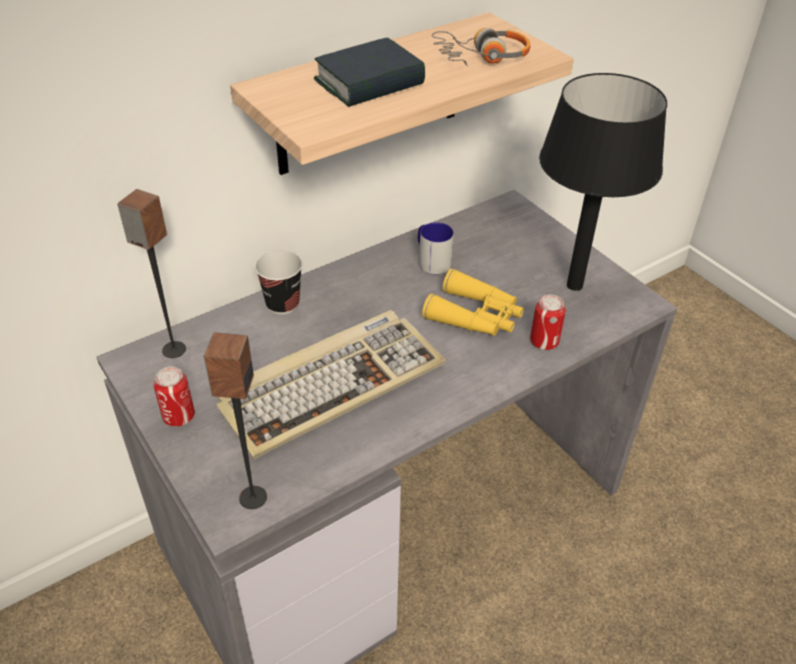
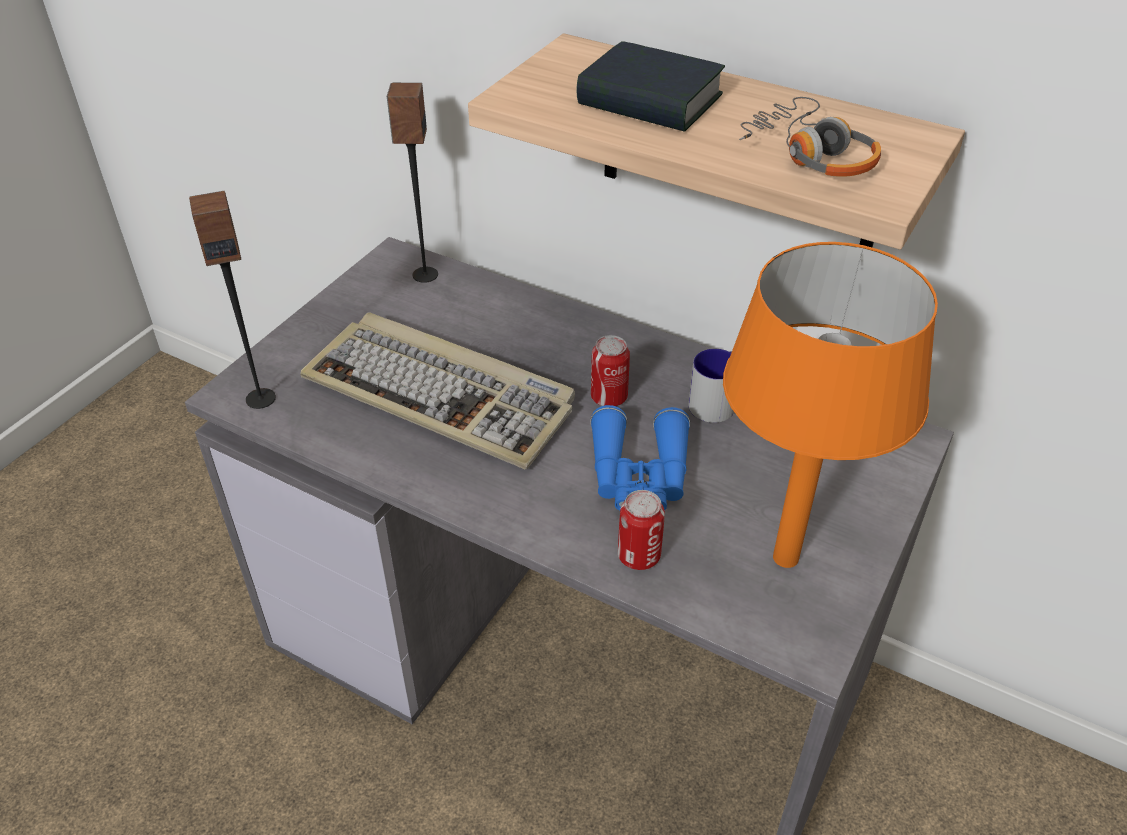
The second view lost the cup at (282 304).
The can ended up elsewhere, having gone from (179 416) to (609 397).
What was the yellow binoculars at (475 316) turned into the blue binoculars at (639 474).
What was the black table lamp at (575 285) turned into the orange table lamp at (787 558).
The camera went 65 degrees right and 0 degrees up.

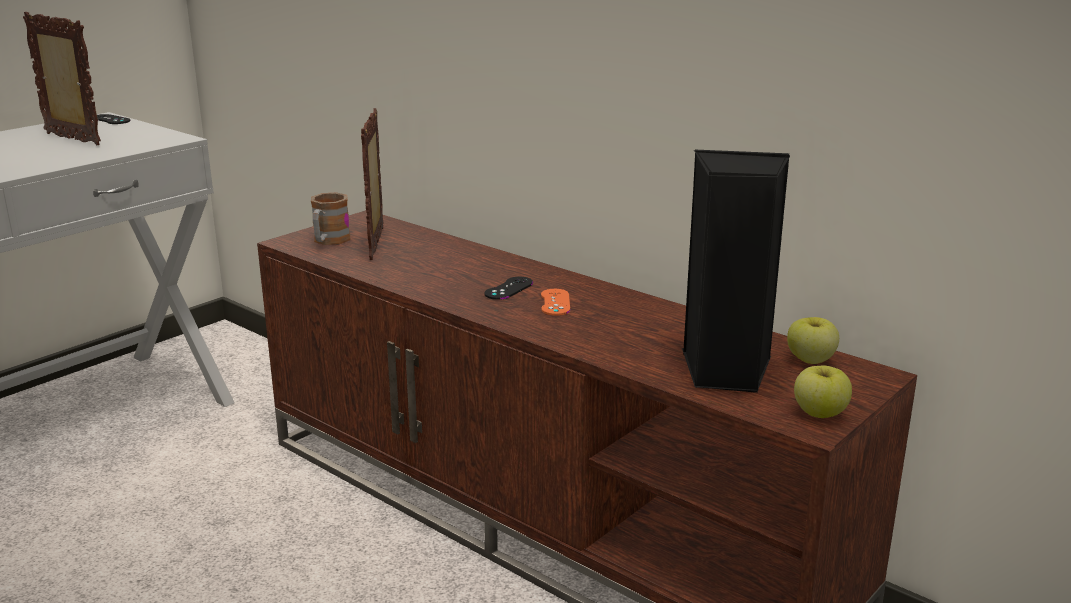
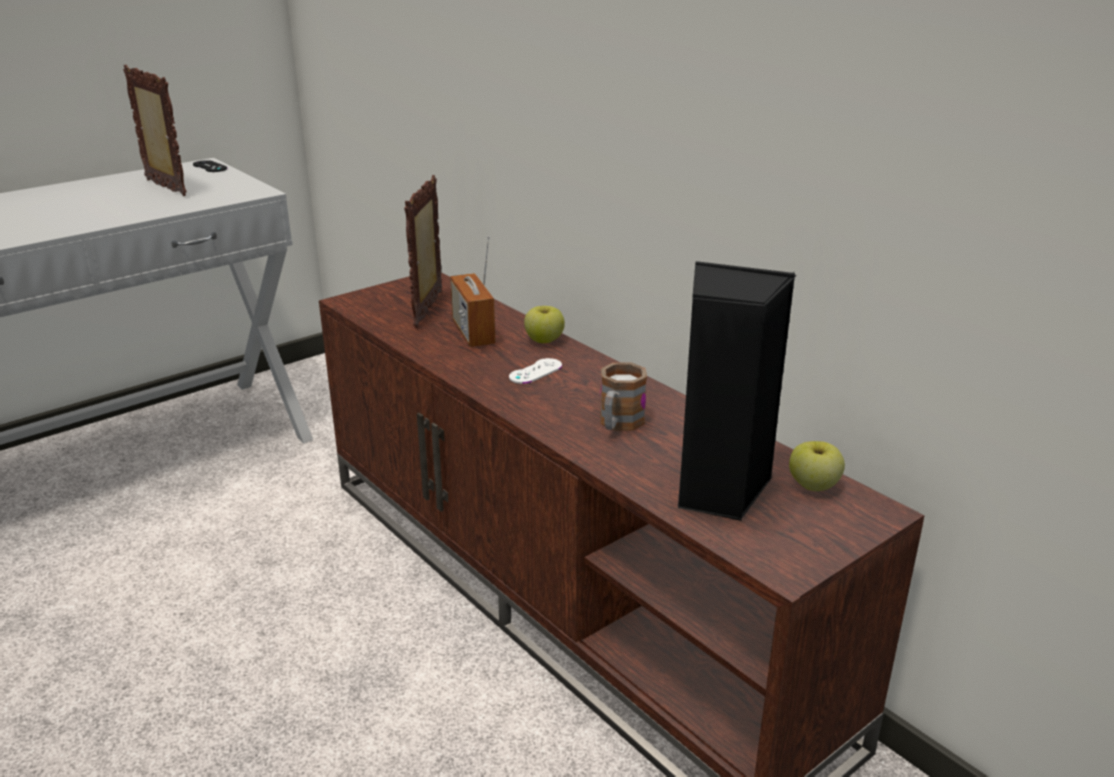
The second view lost the orange game controller at (555 302).
The second view gained the radio at (473 333).
The mug ended up elsewhere, having gone from (329 241) to (618 424).
The apple ended up elsewhere, having gone from (820 413) to (544 340).
What was the black game controller at (509 288) turned into the white game controller at (535 371).
The camera went 10 degrees right and 5 degrees up.

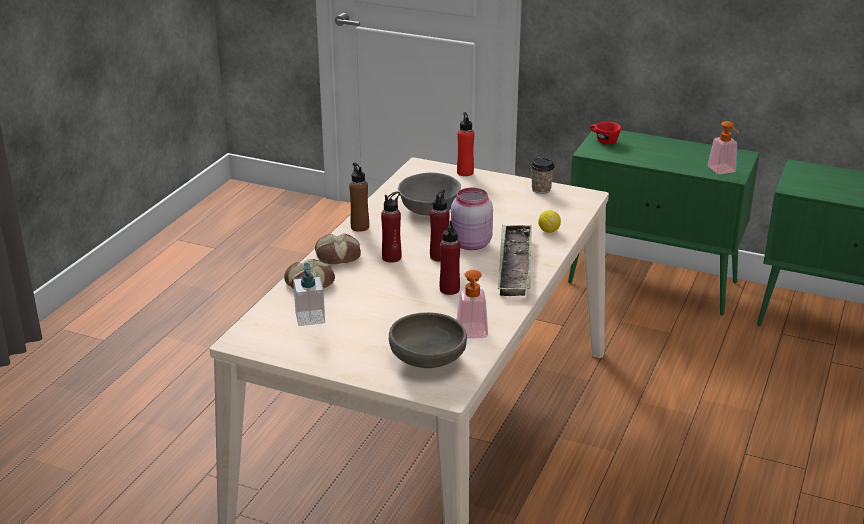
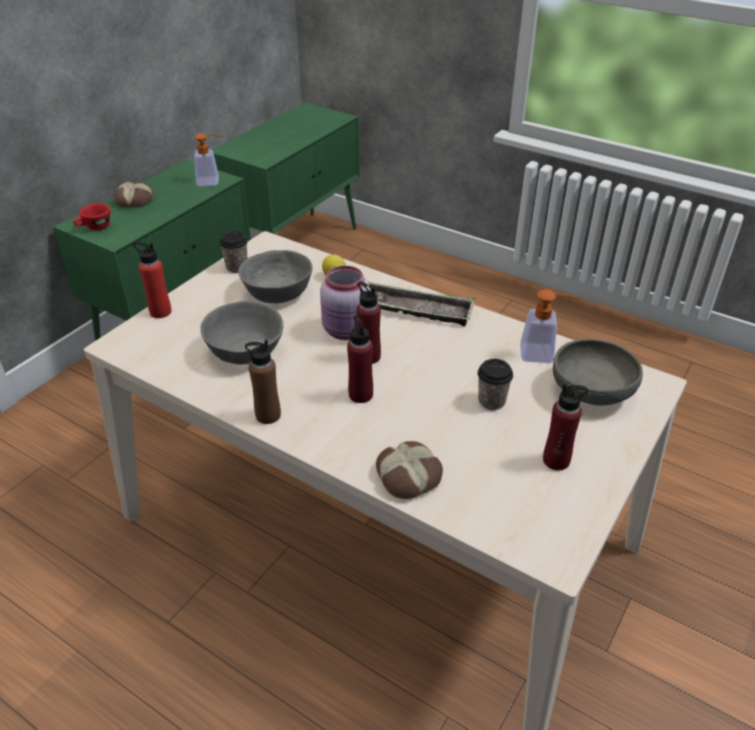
The second view lost the soap dispenser at (310 318).
The second view gained the grey bowl at (277 293).
The second view gained the cup at (491 401).
The bread ended up elsewhere, having gone from (338 256) to (135 200).
The red bottle ended up elsewhere, having gone from (449 289) to (556 460).
The camera went 80 degrees left and 10 degrees up.

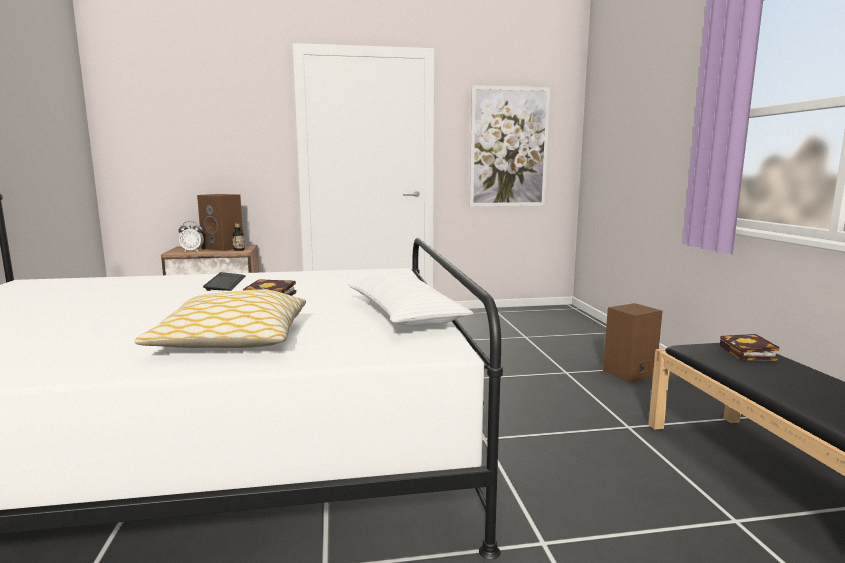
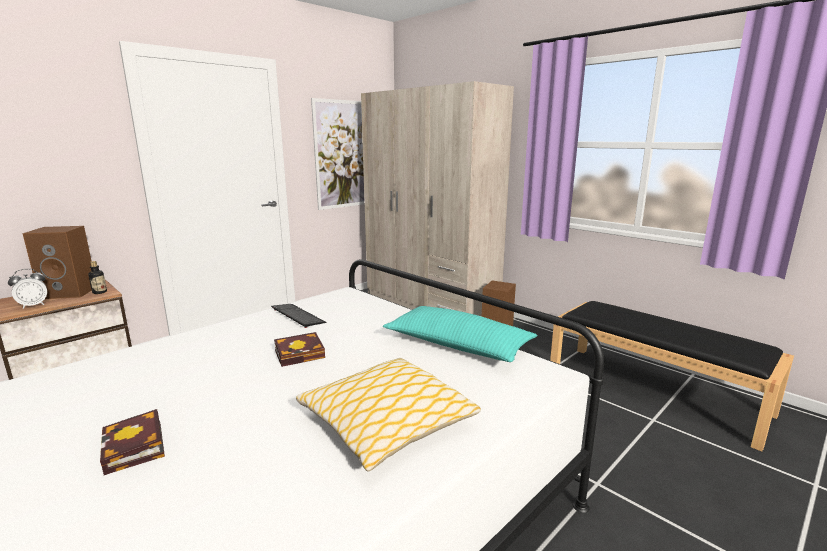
The second view gained the beige wardrobe at (430 304).
The keyboard ended up elsewhere, having gone from (225 283) to (297 316).
The book ended up elsewhere, having gone from (749 353) to (136 449).
What was the white pillow at (403 315) turned into the turquoise pillow at (457 345).
The camera went 35 degrees left and 5 degrees up.

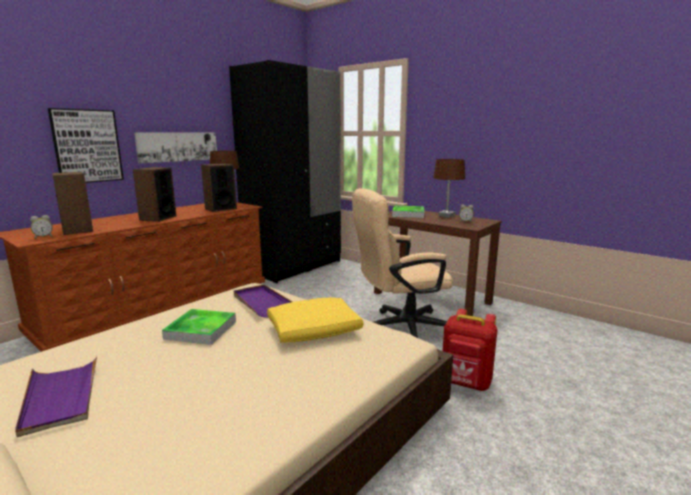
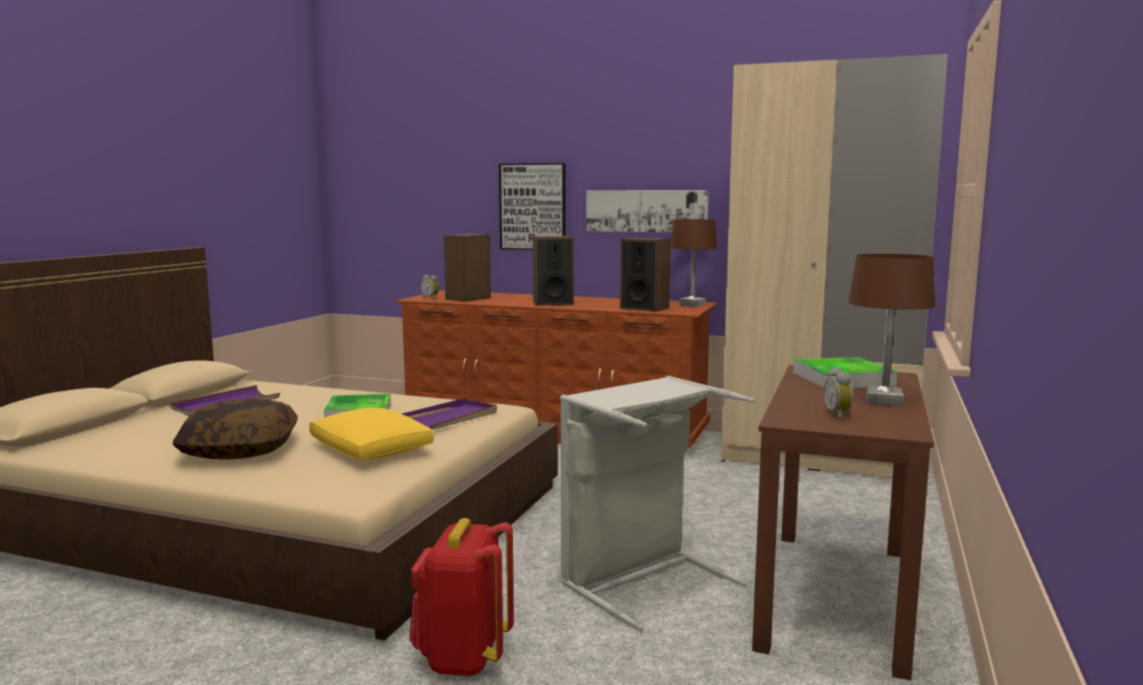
The second view gained the pillow at (240 450).
Where the beige office chair stood at (400 327), the grey laundry basket came to stand at (640 579).
What was the black wardrobe at (294 266) turned into the beige wardrobe at (817 456).
The camera went 70 degrees right and 5 degrees down.

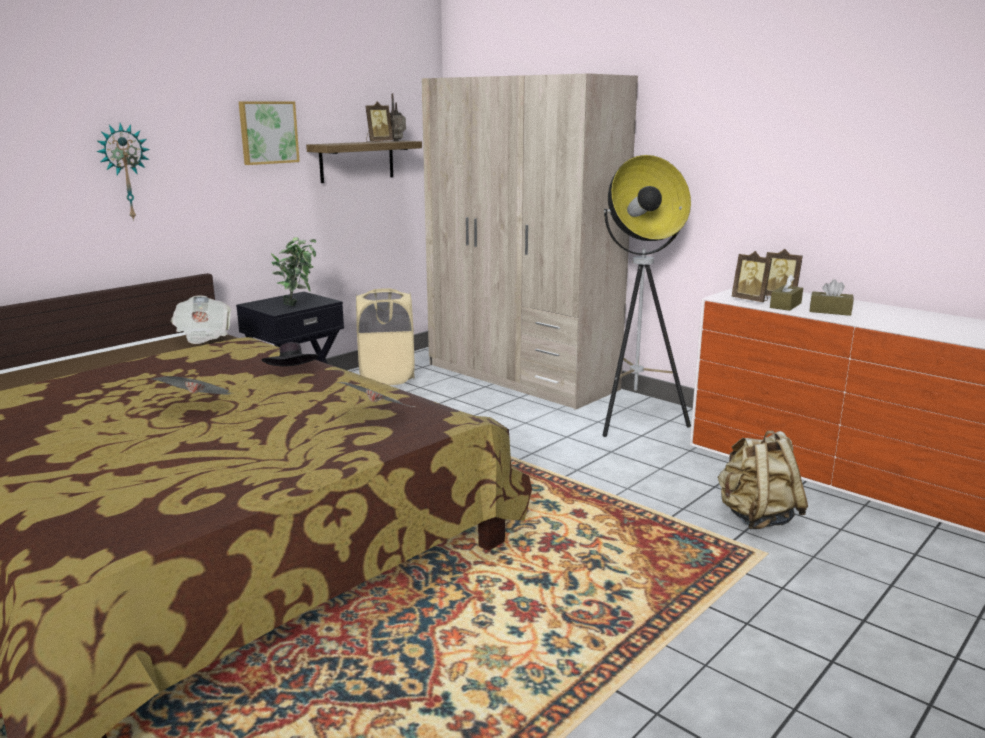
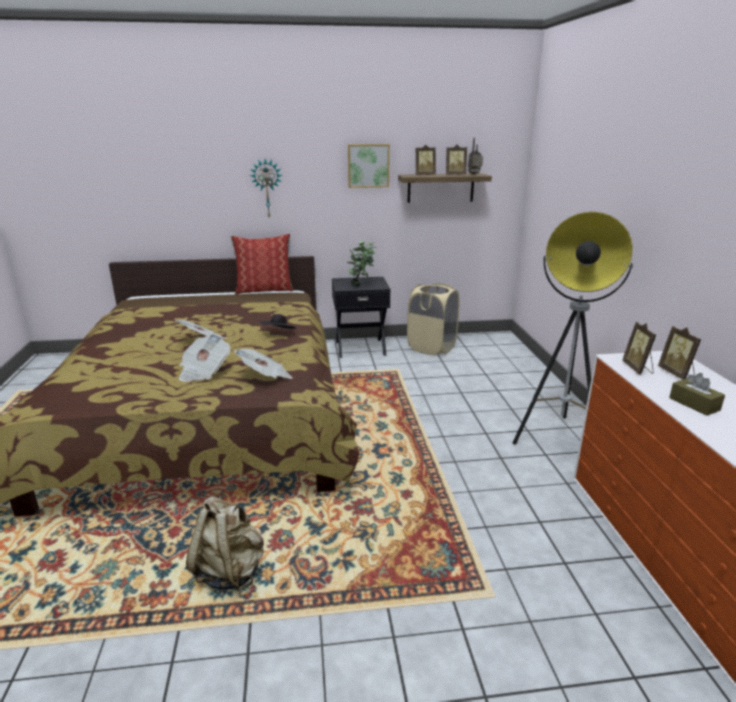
The second view lost the beige wardrobe at (520 377).
The second view lost the brown tissue box at (785 305).
The second view gained the pillow at (264 290).
The second view gained the picture frame at (424 175).
The newspaper ended up elsewhere, having gone from (203 335) to (204 371).
The beige backpack ended up elsewhere, having gone from (756 518) to (230 571).
The camera went 40 degrees right and 5 degrees up.

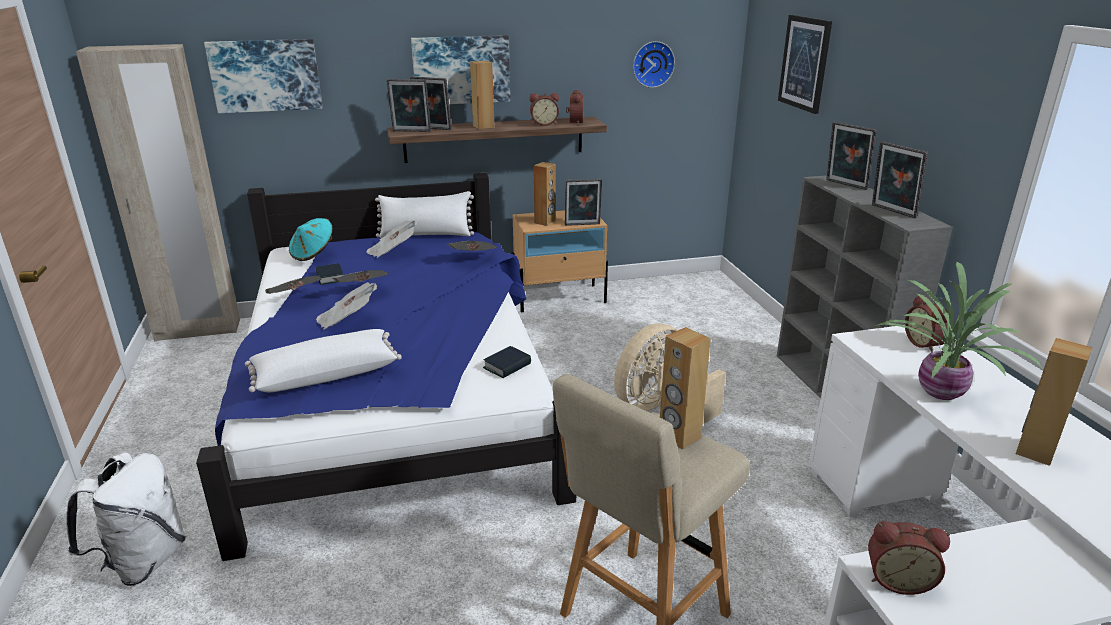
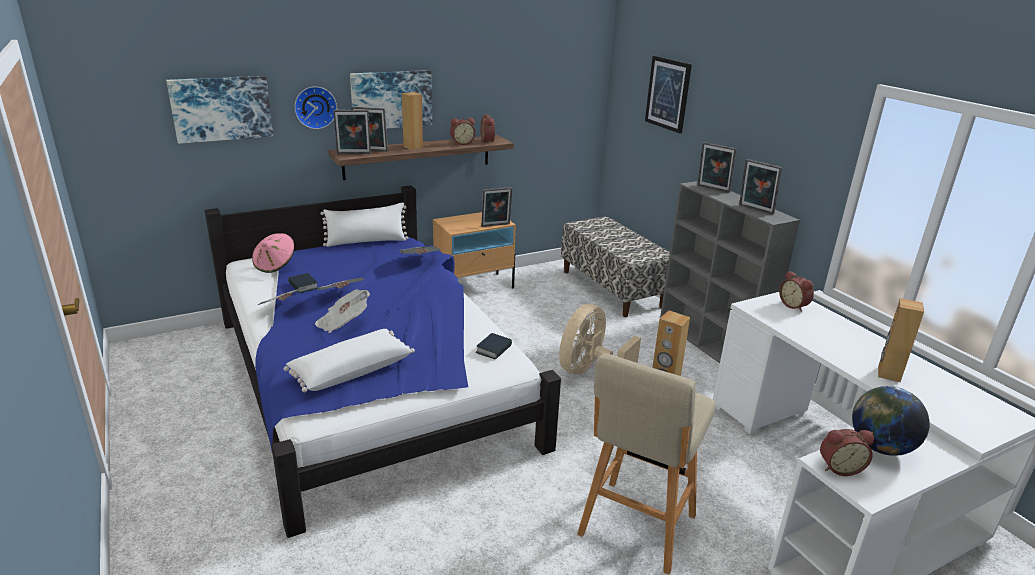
The second view lost the white backpack at (143 561).
The second view lost the beige wardrobe at (198 330).
The second view lost the newspaper at (392 252).
The second view lost the brown speaker at (545 222).
The second view lost the potted plant at (938 393).
The second view gained the bench at (612 289).
The second view gained the globe at (880 447).
The wall clock ended up elsewhere, having gone from (652 64) to (315 107).
What was the turquoise hat at (313 254) turned into the pink hat at (275 265).
The camera went 15 degrees left and 0 degrees up.

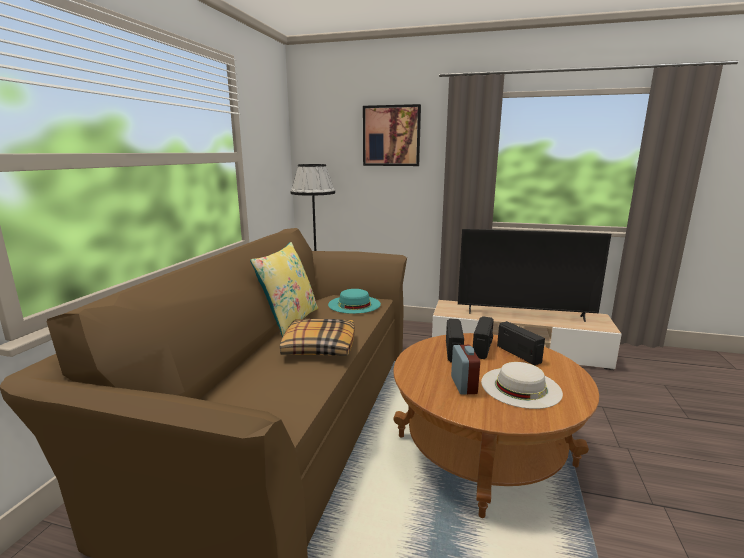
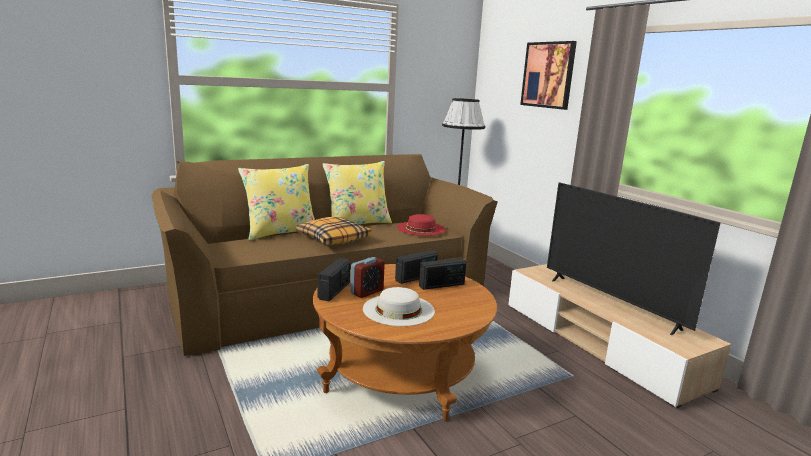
The second view gained the yellow pillow at (280 232).
The radio ended up elsewhere, having gone from (519 354) to (334 291).
What was the turquoise hat at (354 304) turned into the red hat at (421 228).
The camera went 45 degrees right and 0 degrees up.

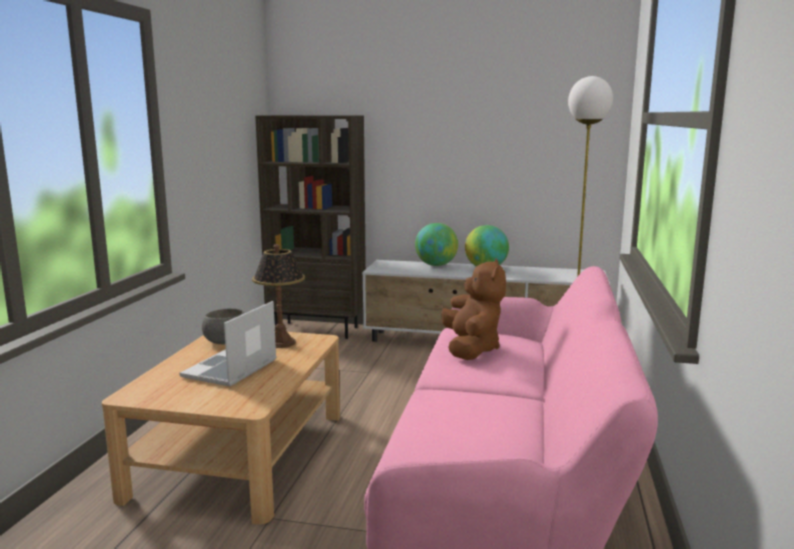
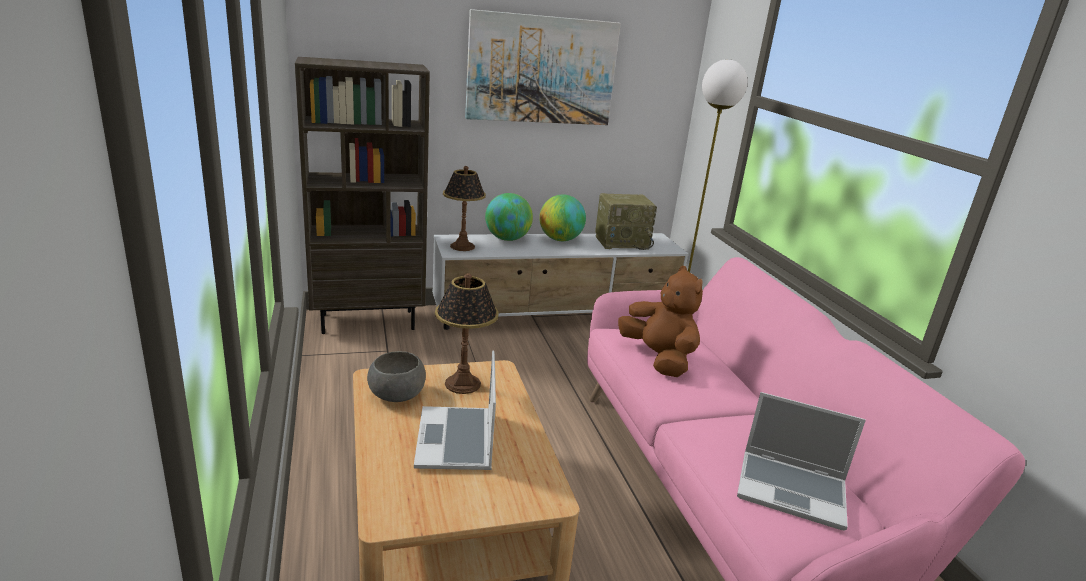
The second view gained the table lamp at (462 246).
The second view gained the picture at (542 70).
The second view gained the radio at (622 242).
The second view gained the laptop at (792 490).
The camera went 30 degrees left and 10 degrees up.

